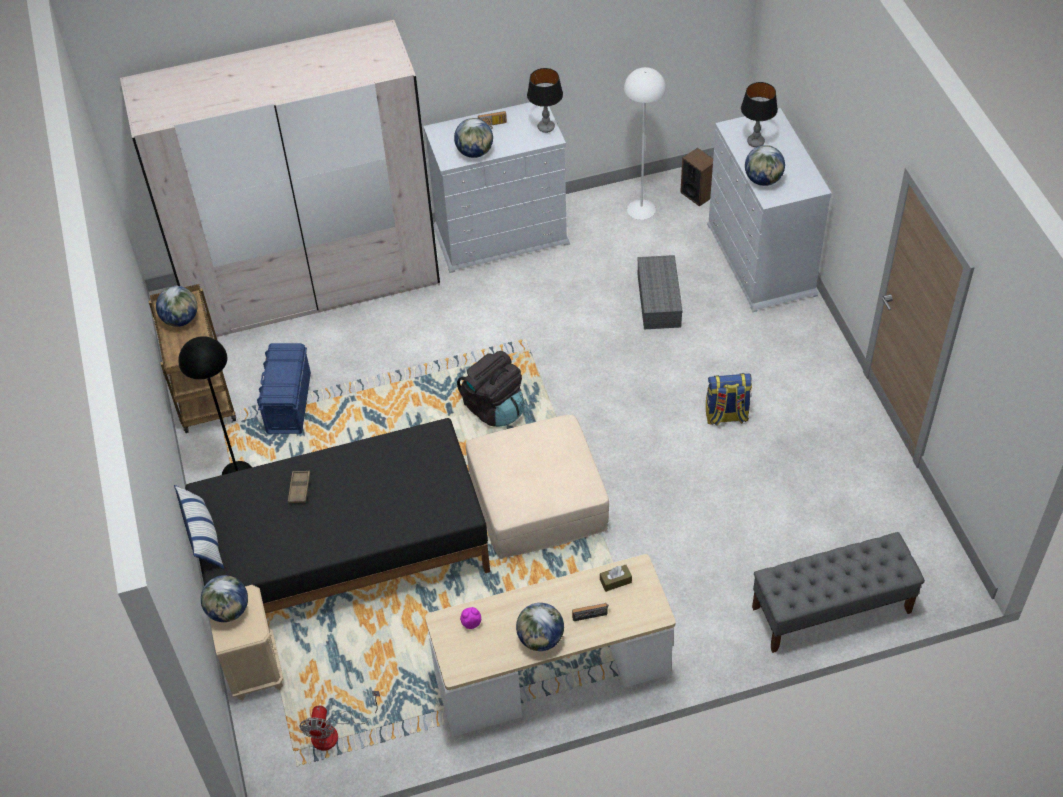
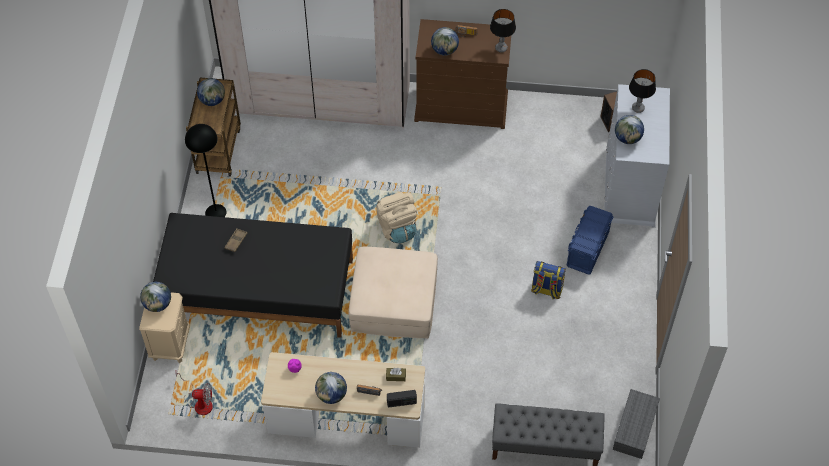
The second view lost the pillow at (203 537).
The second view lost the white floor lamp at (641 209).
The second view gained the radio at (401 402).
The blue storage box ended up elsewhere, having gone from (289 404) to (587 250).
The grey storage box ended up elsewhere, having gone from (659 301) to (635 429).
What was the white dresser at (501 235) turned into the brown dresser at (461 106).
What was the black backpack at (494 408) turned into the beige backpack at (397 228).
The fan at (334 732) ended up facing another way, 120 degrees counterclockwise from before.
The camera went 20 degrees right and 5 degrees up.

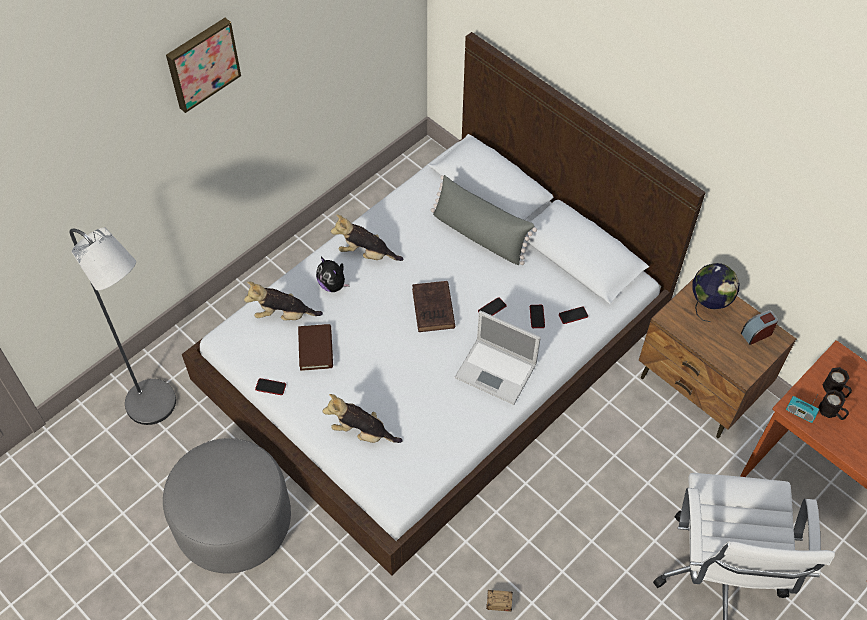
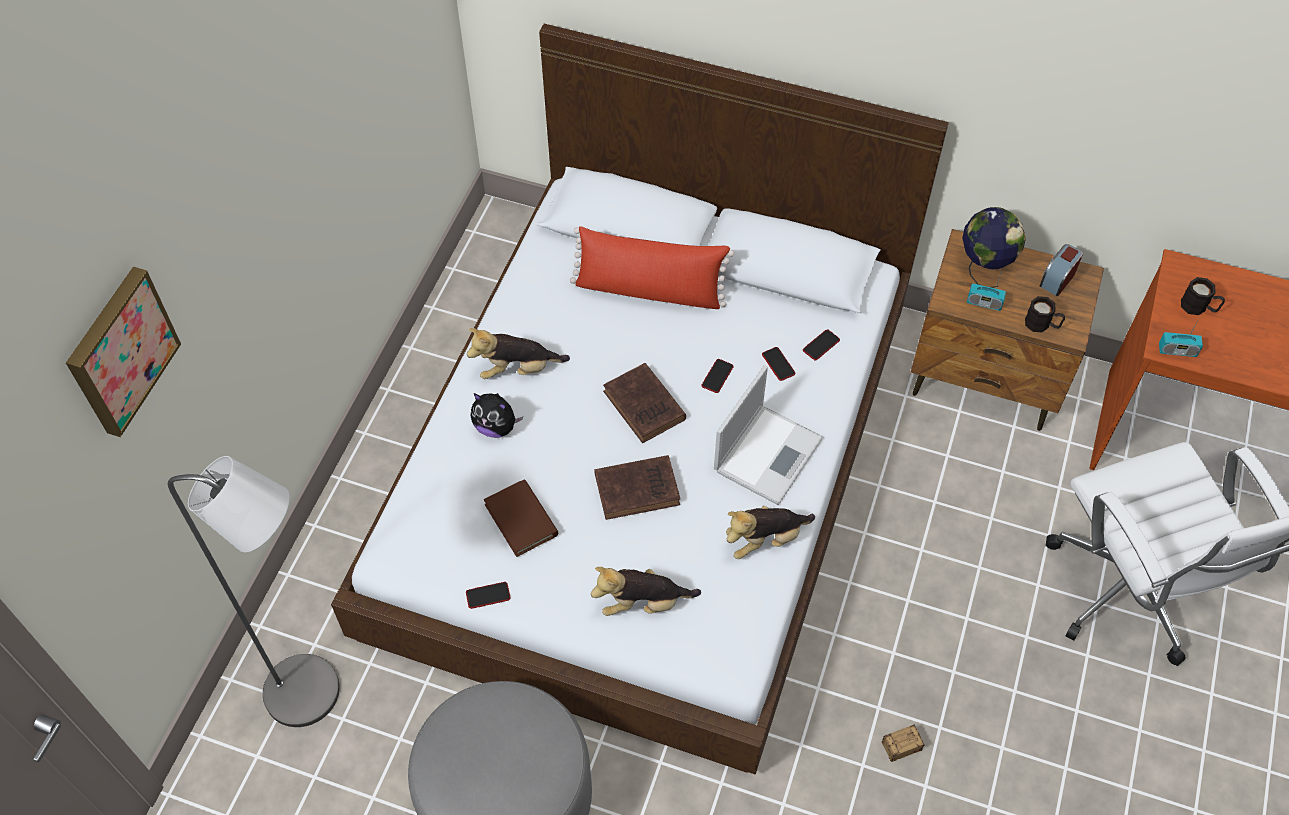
The second view gained the brown book at (639 489).
The second view gained the radio at (984 303).
The picture ended up elsewhere, having gone from (202 63) to (119 350).
The plush toy ended up elsewhere, having gone from (283 315) to (765 539).
The black mug ended up elsewhere, having gone from (831 412) to (1042 325).
What was the grey pillow at (479 235) turned into the red pillow at (649 290).
The laptop at (497 371) ended up facing another way, 60 degrees counterclockwise from before.
The camera went 25 degrees left and 0 degrees up.

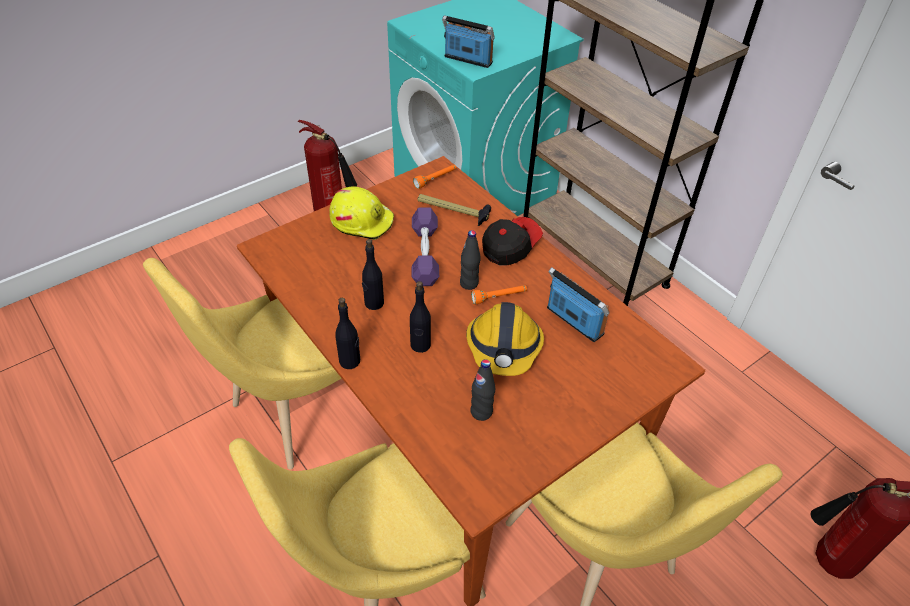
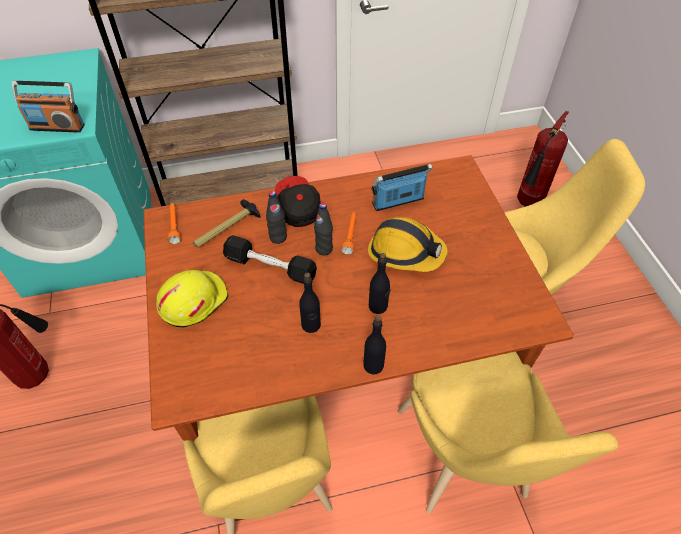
The black bottle ended up elsewhere, having gone from (481 412) to (278 237).
What was the purple dumbbell at (425 254) turned into the black dumbbell at (270 267).
The radio at (468 60) ended up facing another way, 135 degrees counterclockwise from before.
The camera went 65 degrees left and 5 degrees up.

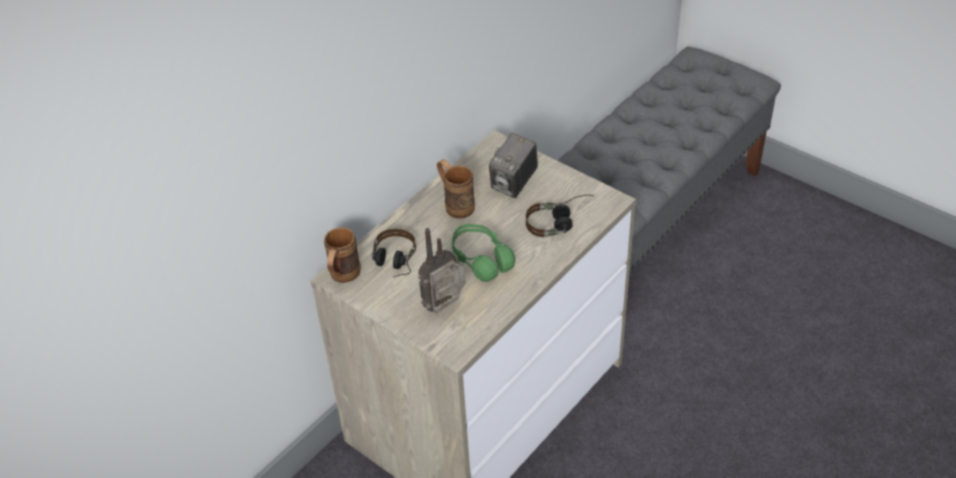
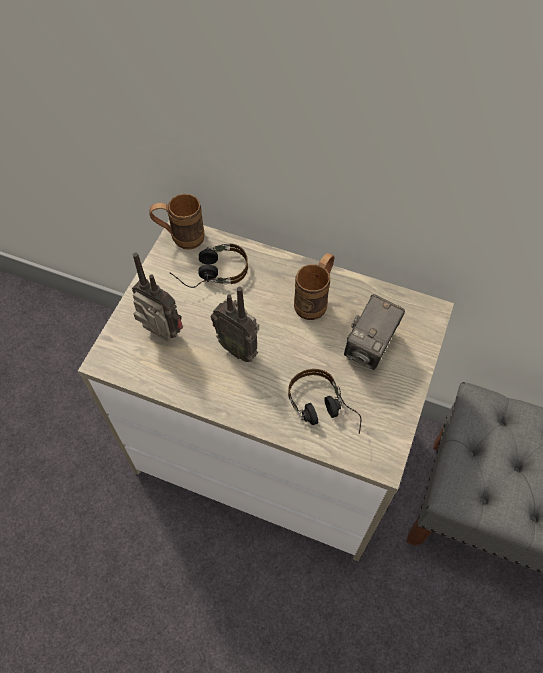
Where the green headphones stood at (481 260), the radio came to stand at (239 347).
The photo camera at (514 184) ended up facing another way, 75 degrees counterclockwise from before.
The camera went 70 degrees right and 15 degrees up.

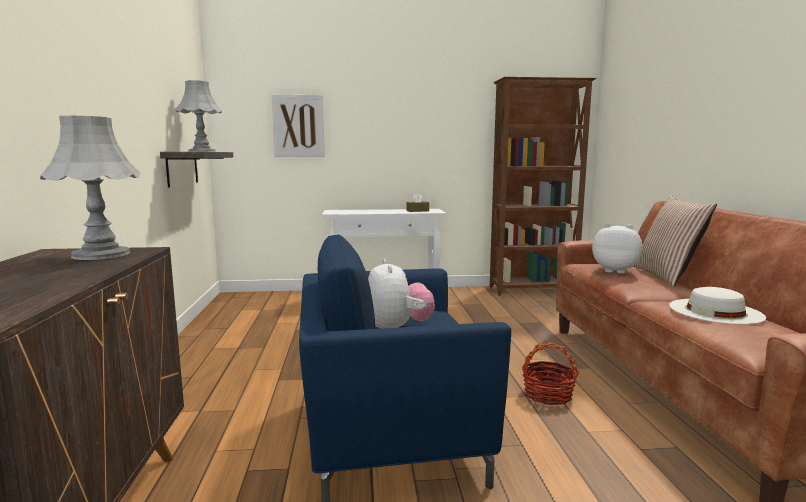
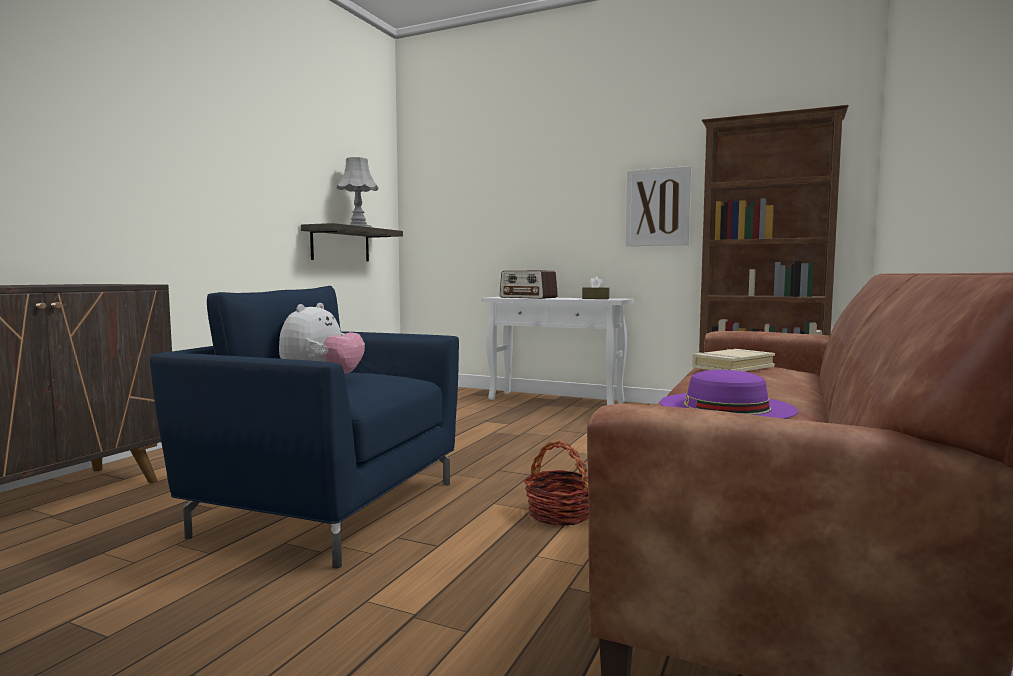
The second view lost the grey table lamp at (101 254).
The second view lost the pillow at (667 276).
The second view gained the radio at (528 297).
The picture ended up elsewhere, having gone from (298 126) to (658 207).
Where the plush toy stood at (615 270), the beige book came to stand at (732 367).
What was the white hat at (715 311) turned into the purple hat at (726 406).
The camera went 30 degrees right and 5 degrees down.

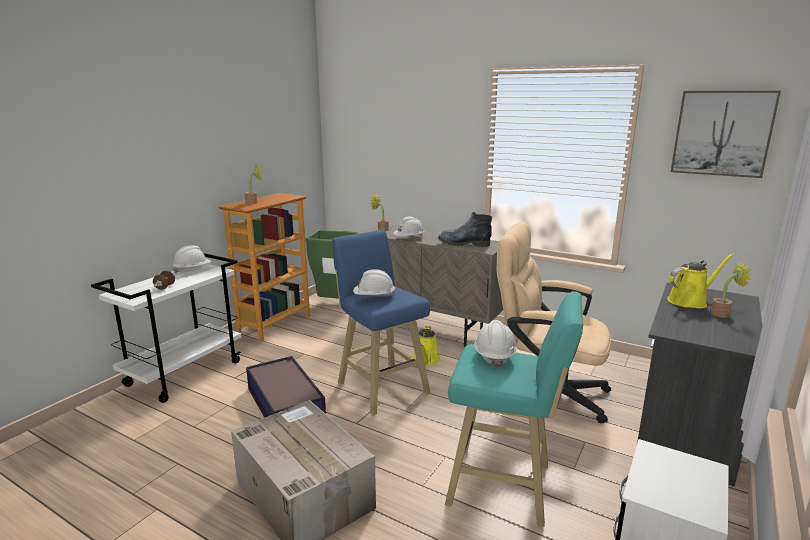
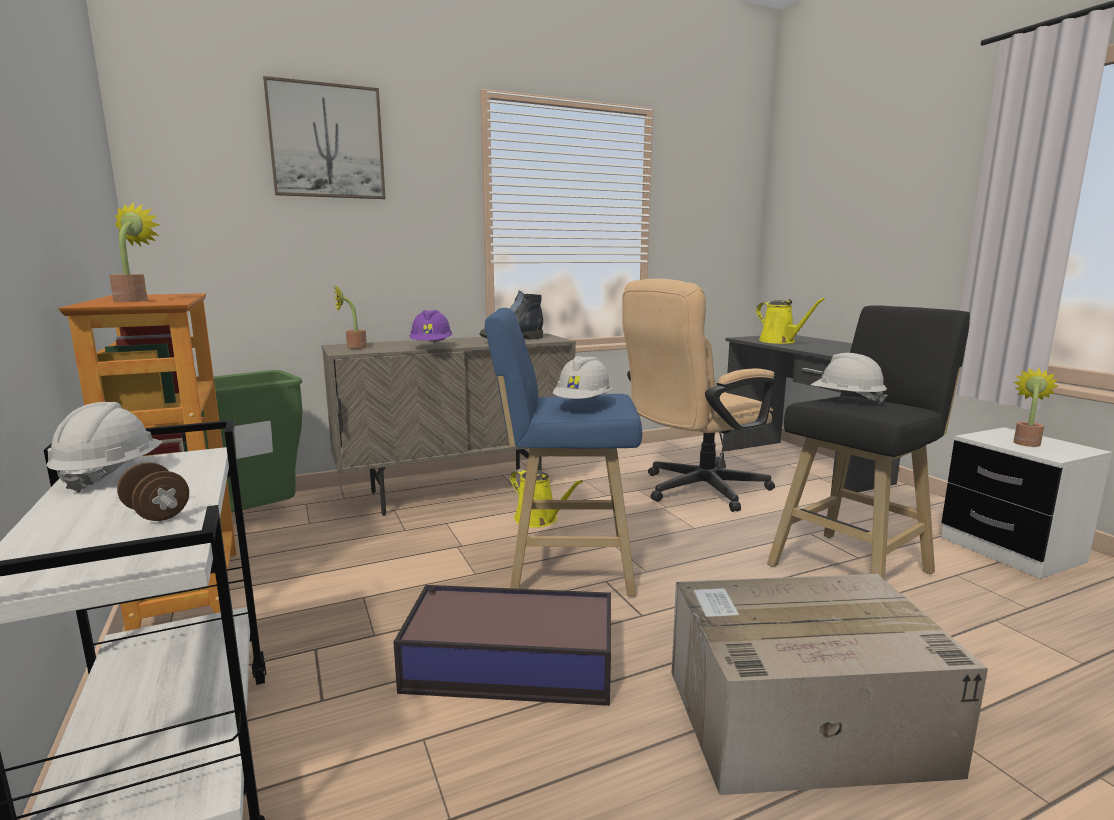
The picture ended up elsewhere, having gone from (722 133) to (327 141).
The potted plant ended up elsewhere, having gone from (723 314) to (1026 442).
What was the white hard hat at (409 238) turned into the purple hard hat at (431 347).
What was the turquoise stool at (505 486) turned into the black stool at (854 567).
The yellow watering can at (690 301) ended up facing another way, 135 degrees clockwise from before.
The camera went 55 degrees left and 5 degrees down.

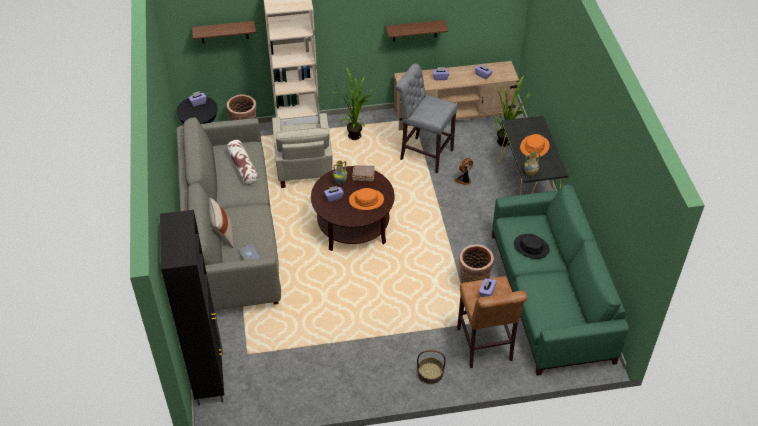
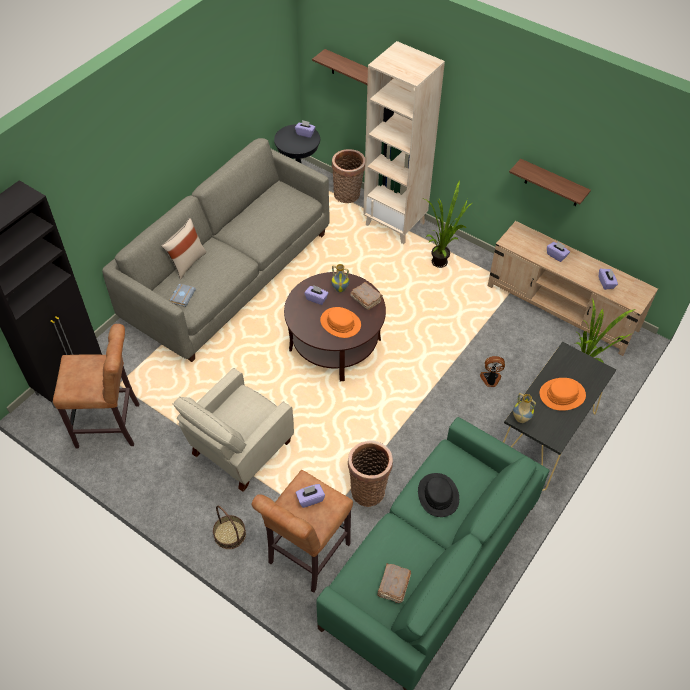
The second view lost the pillow at (243 167).
The second view lost the grey stool at (424 154).
The second view gained the brown stool at (112 425).
The second view gained the brown book at (393 586).
The beige armchair ended up elsewhere, having gone from (303 169) to (238 449).
The camera went 45 degrees right and 5 degrees up.

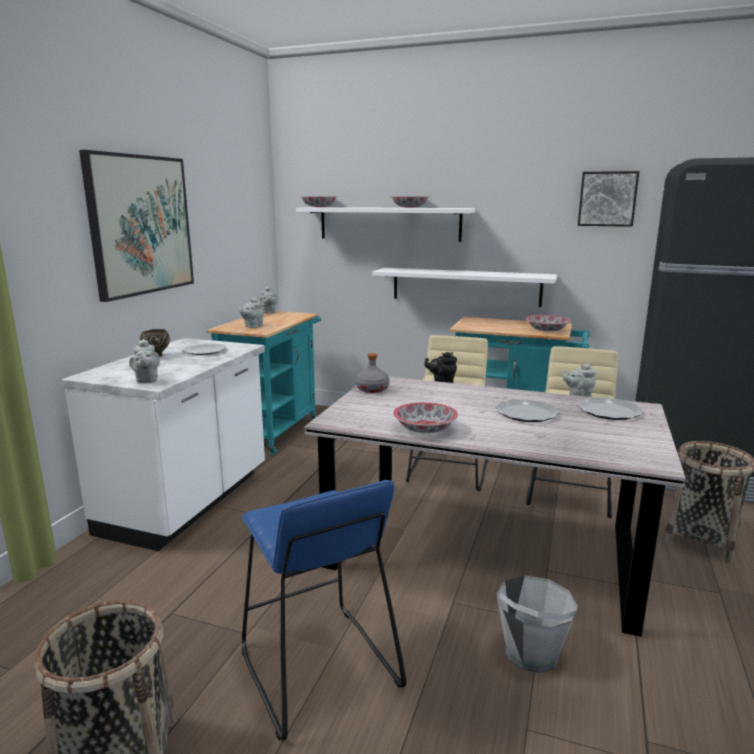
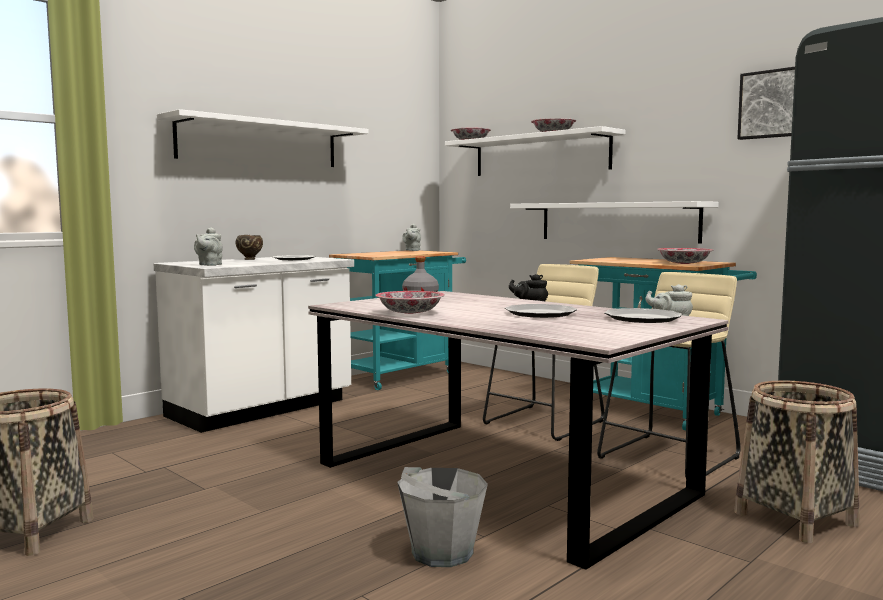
The second view lost the grey teapot at (252 326).
The second view lost the blue stool at (317 668).
Where the picture hung at (141 225), the white shelf came to hang at (260 143).
The camera went 25 degrees right and 10 degrees down.

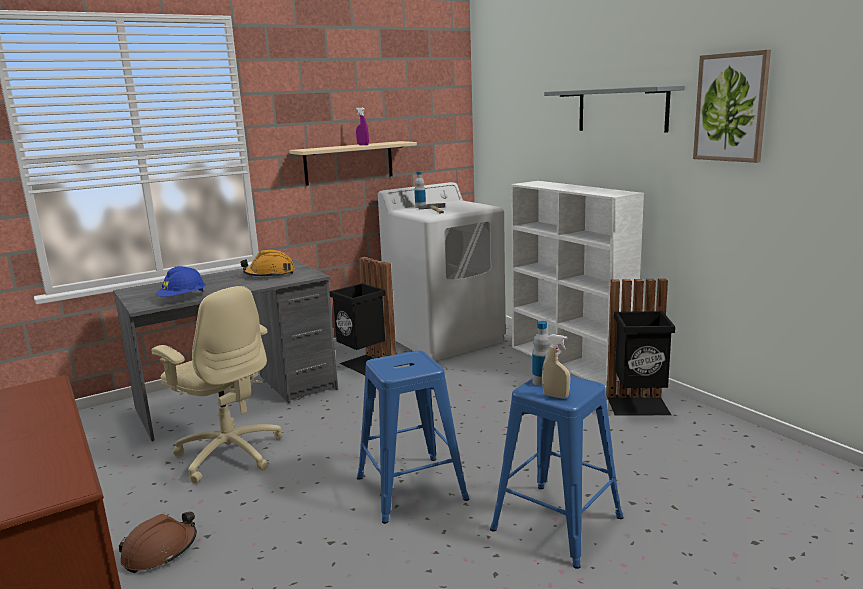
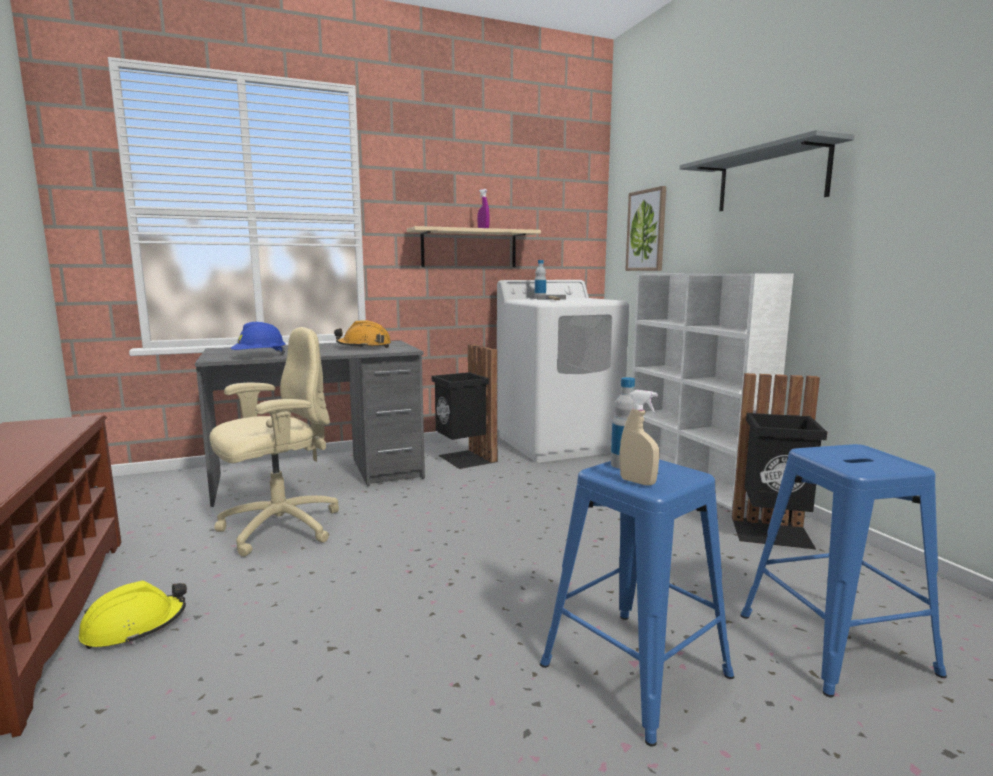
The blue stool ended up elsewhere, having gone from (410 489) to (834 644).
The picture ended up elsewhere, having gone from (731 107) to (646 230).
What was the brown hard hat at (160 551) turned into the yellow hard hat at (134 627).
The beige office chair at (229 453) ended up facing another way, 90 degrees counterclockwise from before.
The camera went 10 degrees right and 5 degrees down.

